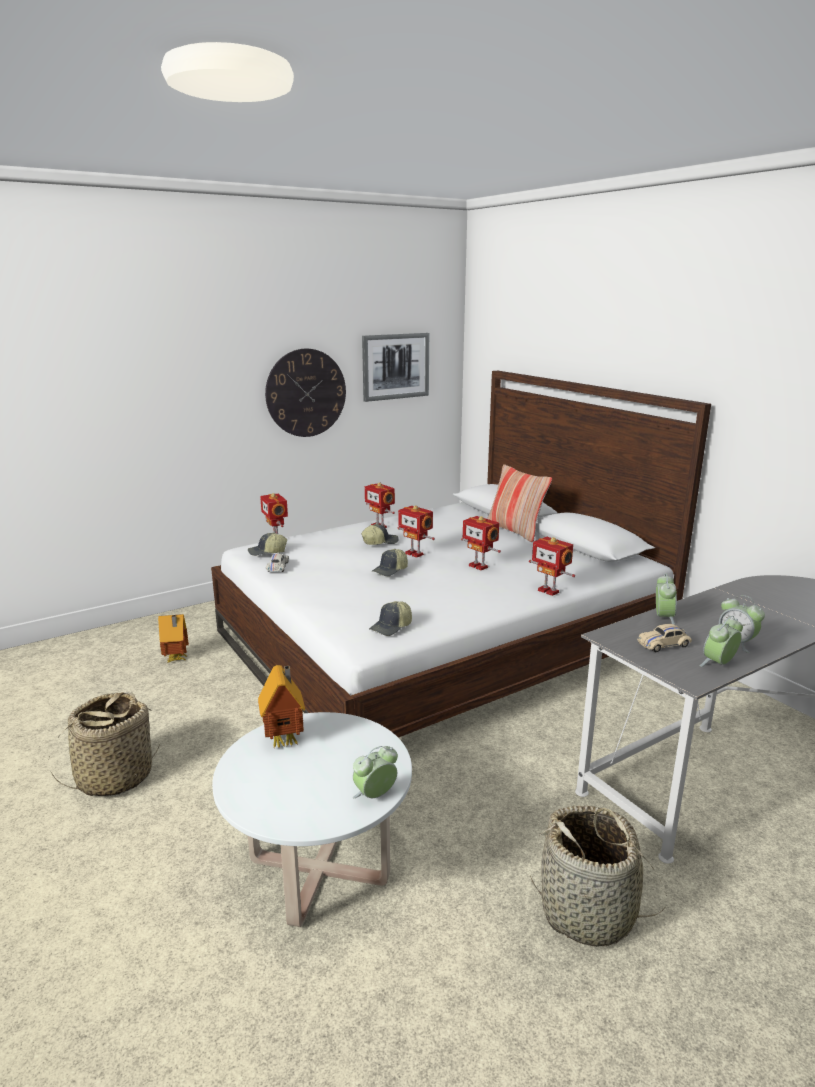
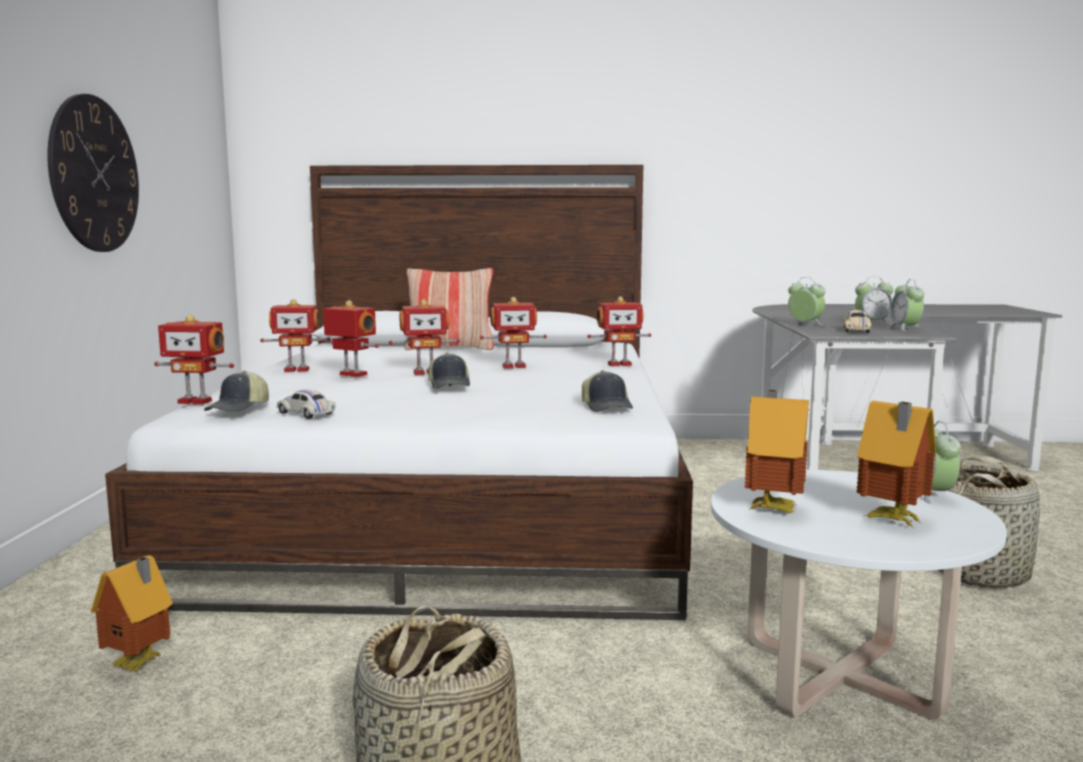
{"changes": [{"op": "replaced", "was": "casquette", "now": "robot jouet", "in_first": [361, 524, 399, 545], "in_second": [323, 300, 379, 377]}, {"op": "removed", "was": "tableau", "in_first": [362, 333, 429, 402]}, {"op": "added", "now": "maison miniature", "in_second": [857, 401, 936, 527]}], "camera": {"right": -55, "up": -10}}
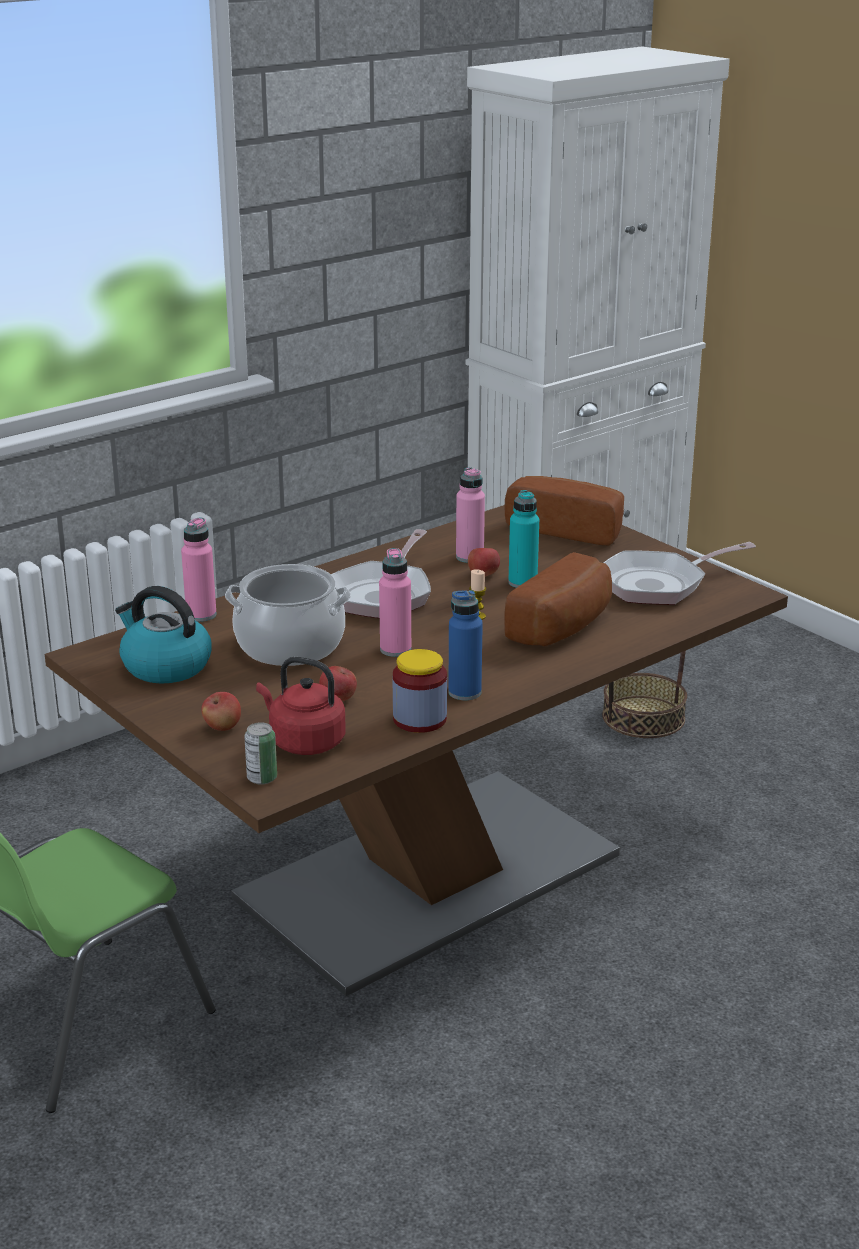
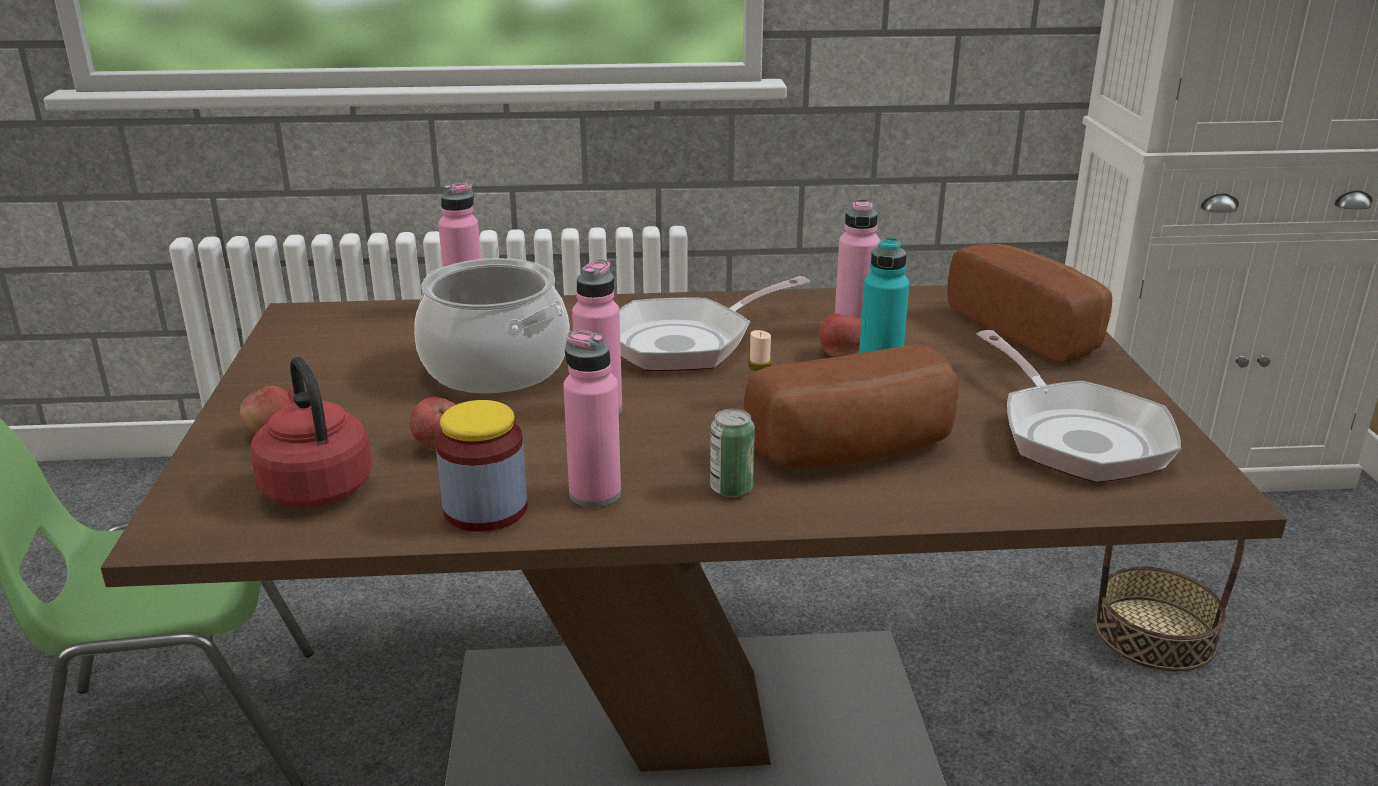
{"changes": [{"op": "removed", "was": "bouilloire", "in_first": [115, 586, 212, 684]}, {"op": "moved", "was": "boîte métallique", "in_first": [244, 722, 277, 785], "in_second": [710, 409, 755, 497]}, {"op": "recoloured", "was": "bouteille (bleu)", "now": "bouteille (rose)", "in_first": [448, 590, 483, 700], "in_second": [563, 330, 621, 508]}, {"op": "turned", "was": "poêle", "in_first": [603, 542, 756, 605], "in_second": [976, 330, 1181, 482], "clockwise": -120}], "camera": {"right": 35, "up": 0}}
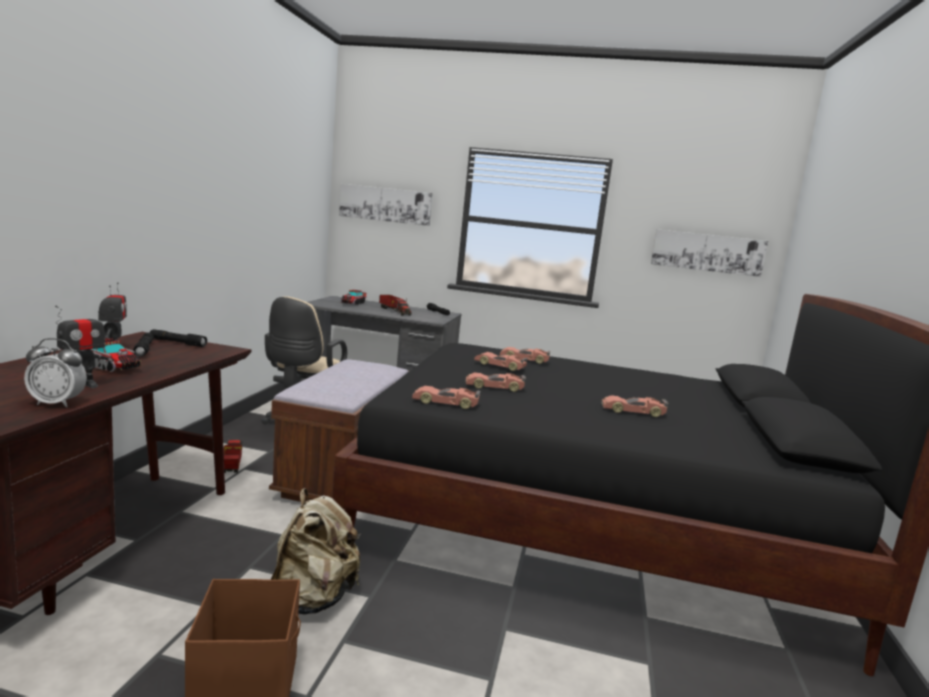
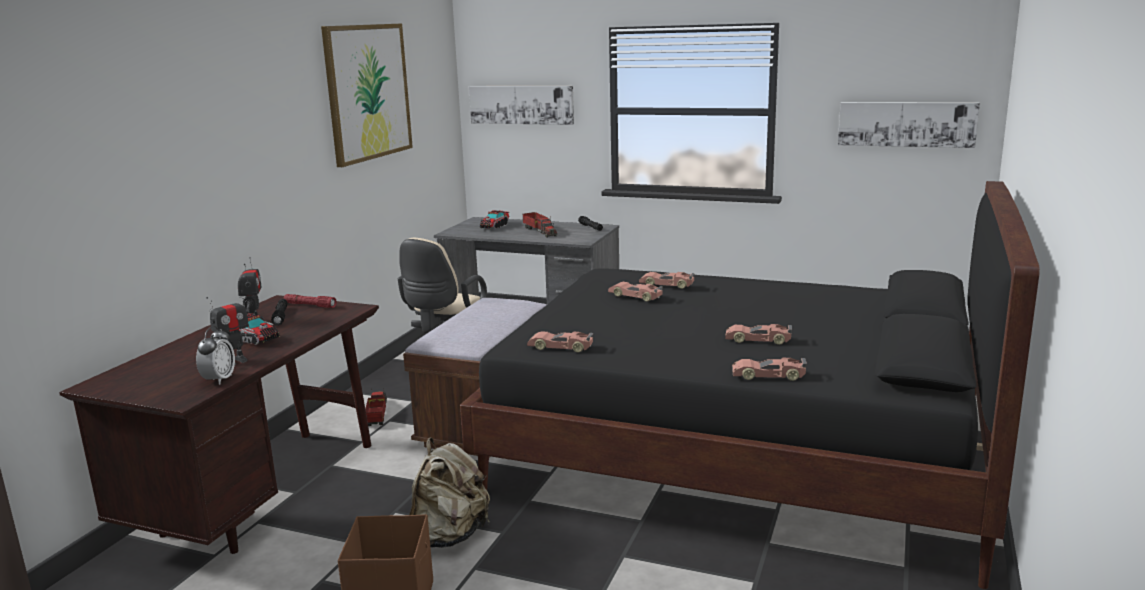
{"changes": [{"op": "turned", "was": "réveil", "in_first": [24, 338, 87, 407], "in_second": [196, 326, 235, 385], "clockwise": -90}, {"op": "recoloured", "was": "lampe de poche (noir)", "now": "lampe de poche (rouge)", "in_first": [150, 329, 207, 347], "in_second": [284, 294, 337, 308]}, {"op": "moved", "was": "petite voiture", "in_first": [466, 373, 526, 392], "in_second": [732, 358, 807, 381]}, {"op": "added", "now": "tableau", "in_second": [321, 24, 413, 167]}], "camera": {"right": 10, "up": 5}}
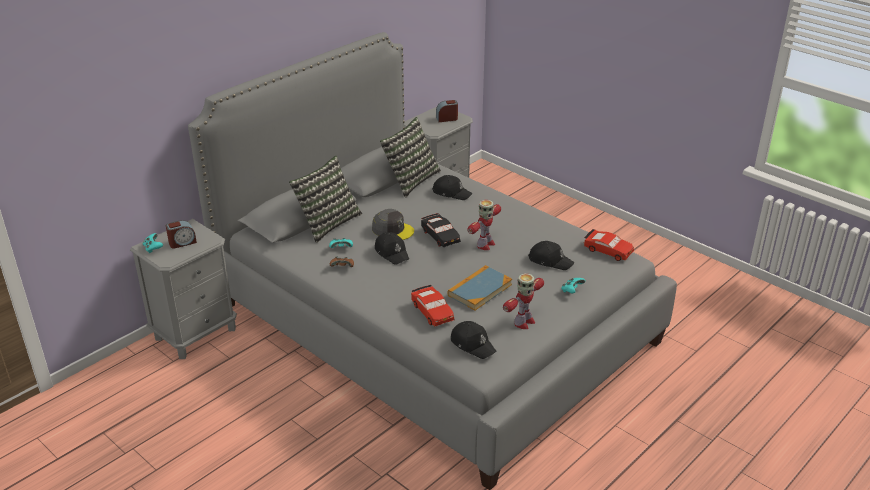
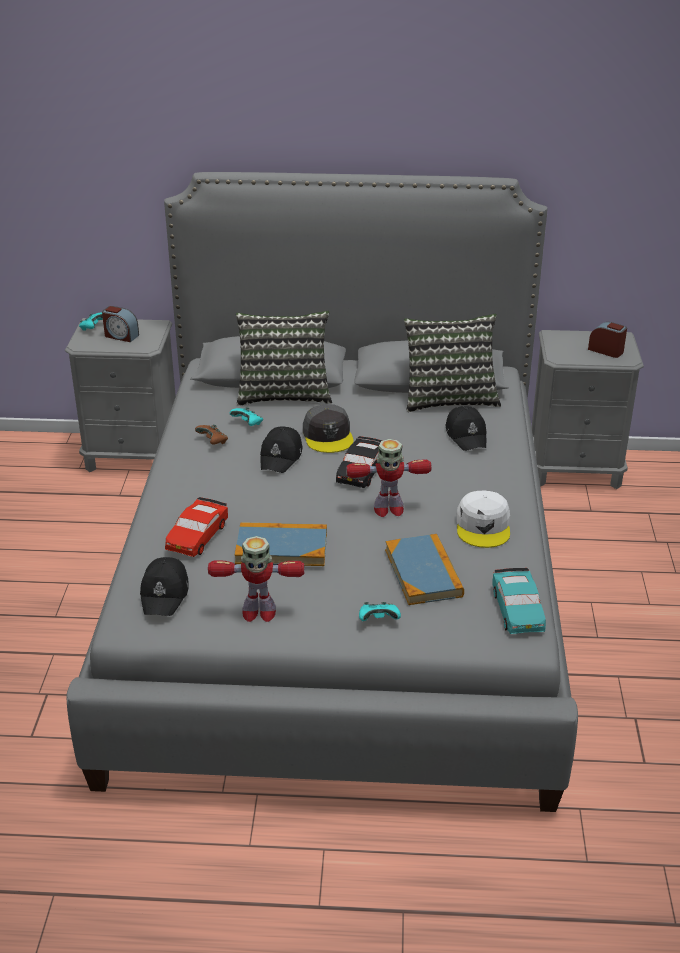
{"changes": [{"op": "replaced", "was": "casquette (noir)", "now": "livre", "in_first": [528, 241, 575, 270], "in_second": [385, 534, 464, 605]}, {"op": "recoloured", "was": "petite voiture (rouge)", "now": "petite voiture (turquoise)", "in_first": [584, 229, 634, 261], "in_second": [492, 568, 546, 634]}, {"op": "added", "now": "casquette (blanc)", "in_second": [457, 491, 510, 548]}], "camera": {"right": 50, "up": 0}}
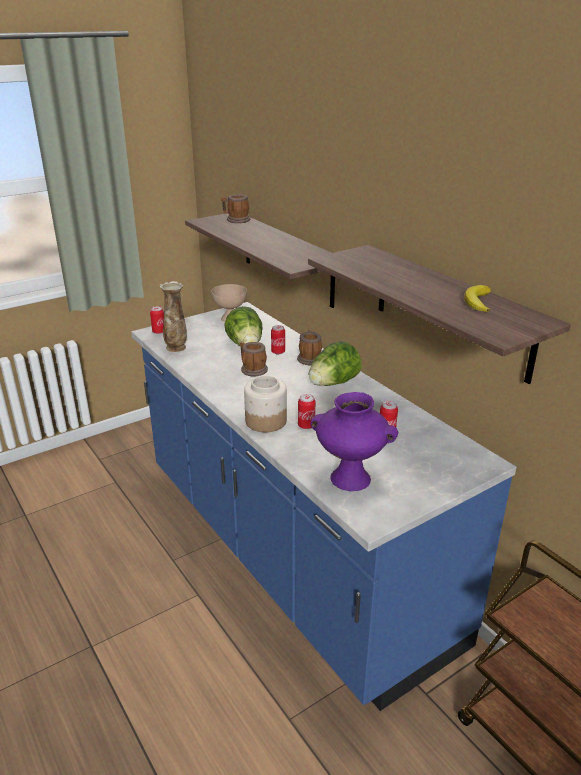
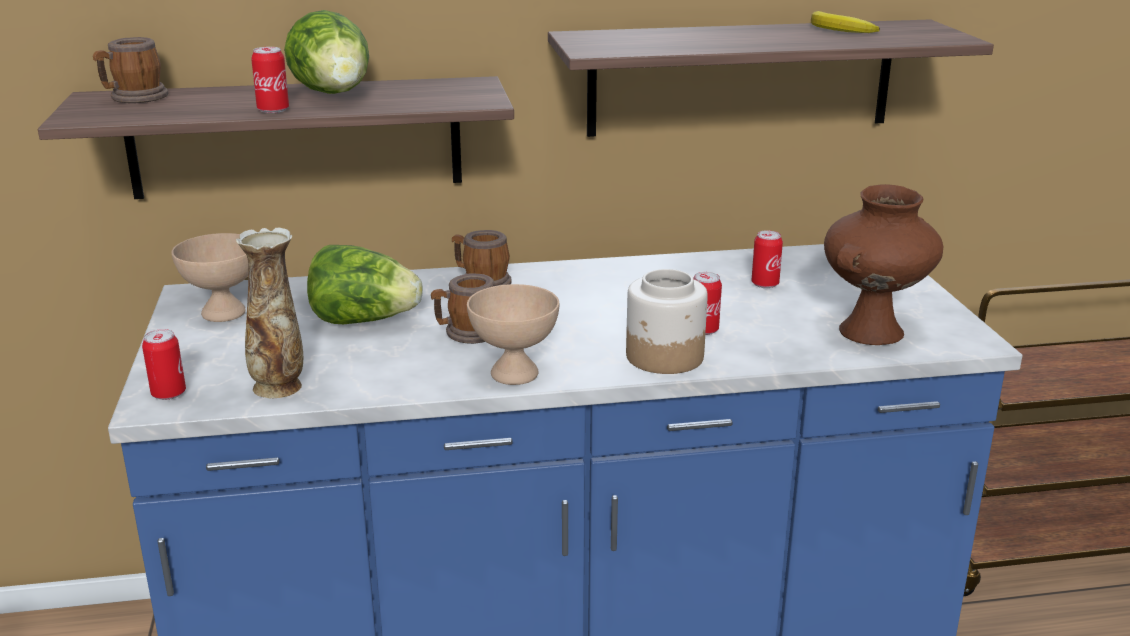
{"changes": [{"op": "moved", "was": "boîte métallique", "in_first": [271, 325, 285, 354], "in_second": [251, 47, 289, 113]}, {"op": "moved", "was": "laitue", "in_first": [309, 341, 361, 386], "in_second": [284, 10, 369, 94]}, {"op": "recoloured", "was": "vase (violet)", "now": "vase (marron)", "in_first": [310, 392, 399, 491], "in_second": [824, 184, 943, 345]}, {"op": "added", "now": "bol (beige)", "in_second": [467, 284, 559, 385]}], "camera": {"right": -65, "up": -5}}
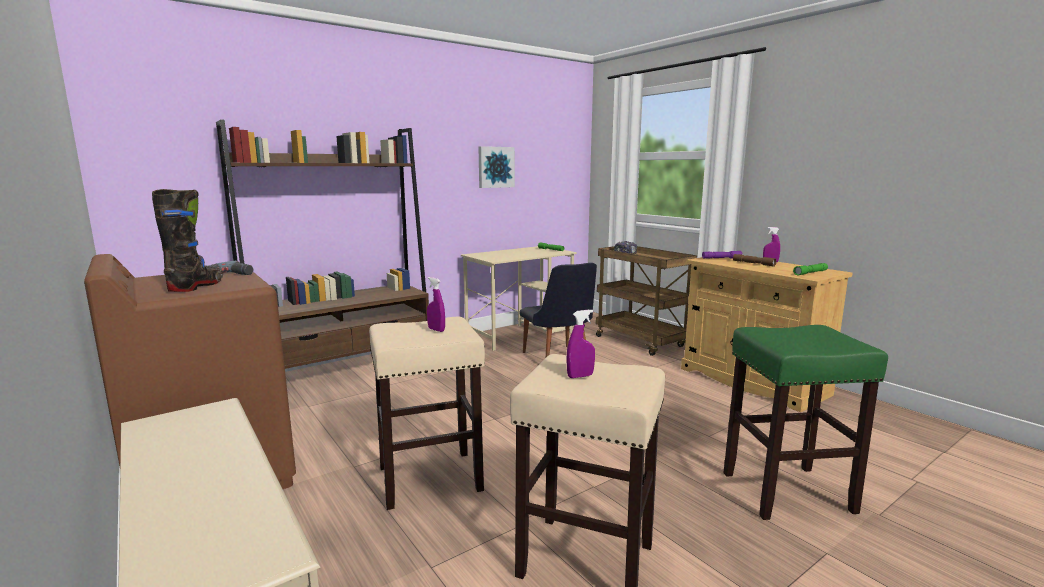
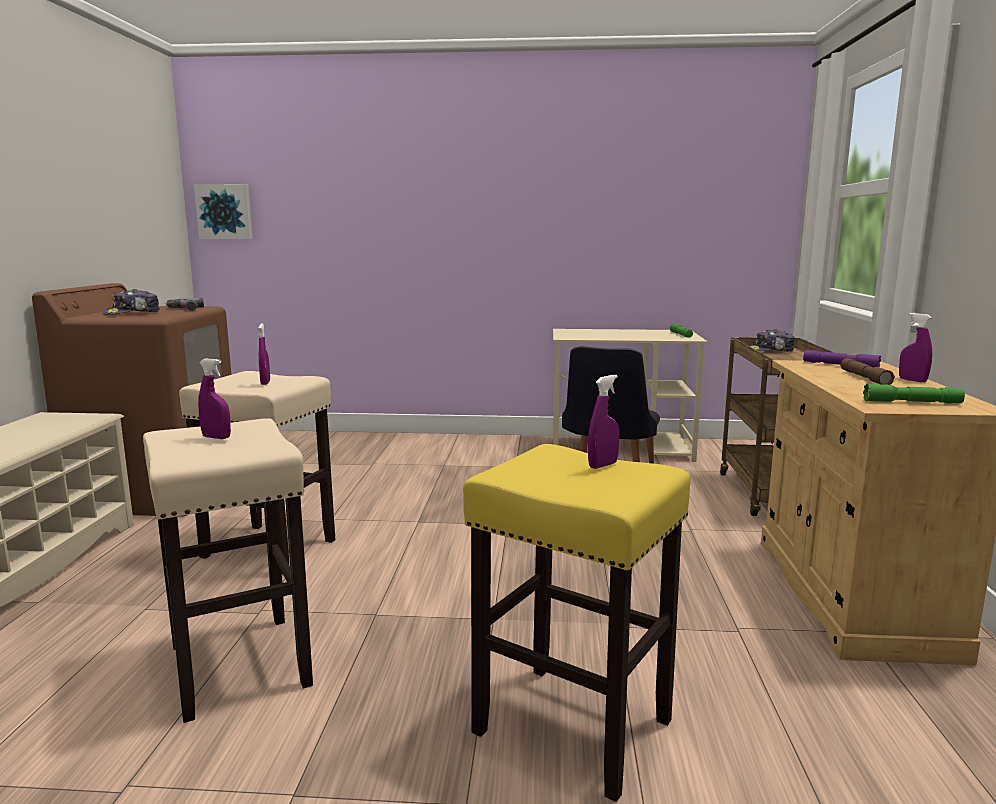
{"changes": [{"op": "replaced", "was": "botte (noir)", "now": "casquette", "in_first": [152, 189, 223, 292], "in_second": [102, 289, 160, 315]}, {"op": "removed", "was": "bibliothèque (marron)", "in_first": [216, 119, 429, 369]}, {"op": "moved", "was": "tableau", "in_first": [479, 146, 515, 188], "in_second": [194, 184, 253, 239]}, {"op": "recoloured", "was": "tabouret (vert)", "now": "tabouret (jaune)", "in_first": [723, 325, 888, 520], "in_second": [463, 444, 690, 802]}, {"op": "added", "now": "vaporisateur (violet)", "in_second": [588, 375, 619, 469]}], "camera": {"right": 40, "up": 0}}
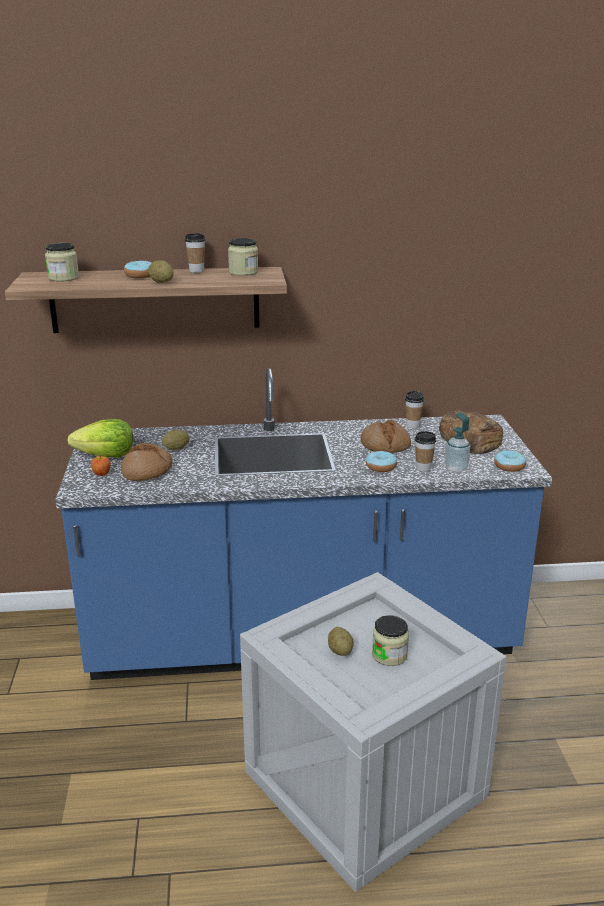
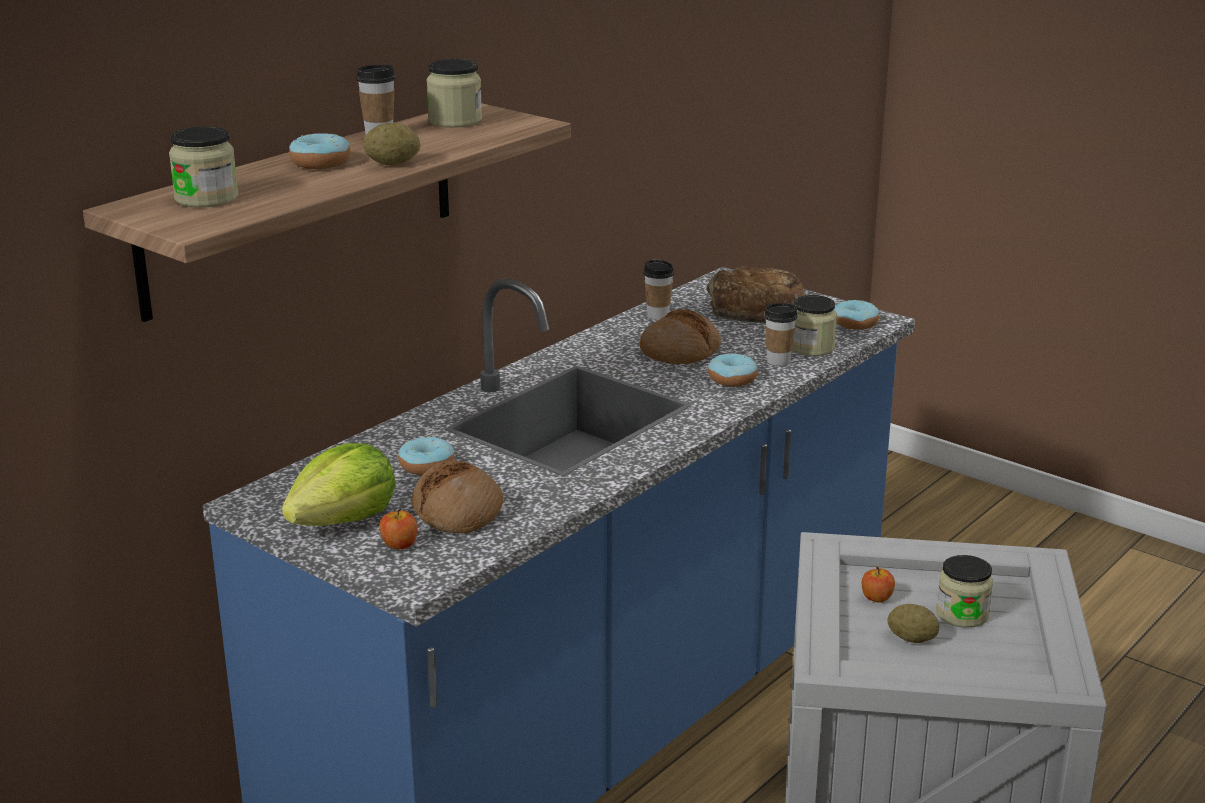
{"changes": [{"op": "replaced", "was": "pomme de terre", "now": "beignet", "in_first": [162, 429, 189, 450], "in_second": [398, 436, 454, 475]}, {"op": "replaced", "was": "distributeur de savon", "now": "bocal", "in_first": [445, 412, 470, 473], "in_second": [792, 295, 837, 356]}, {"op": "added", "now": "pomme", "in_second": [862, 566, 895, 603]}], "camera": {"right": -45, "up": 0}}
